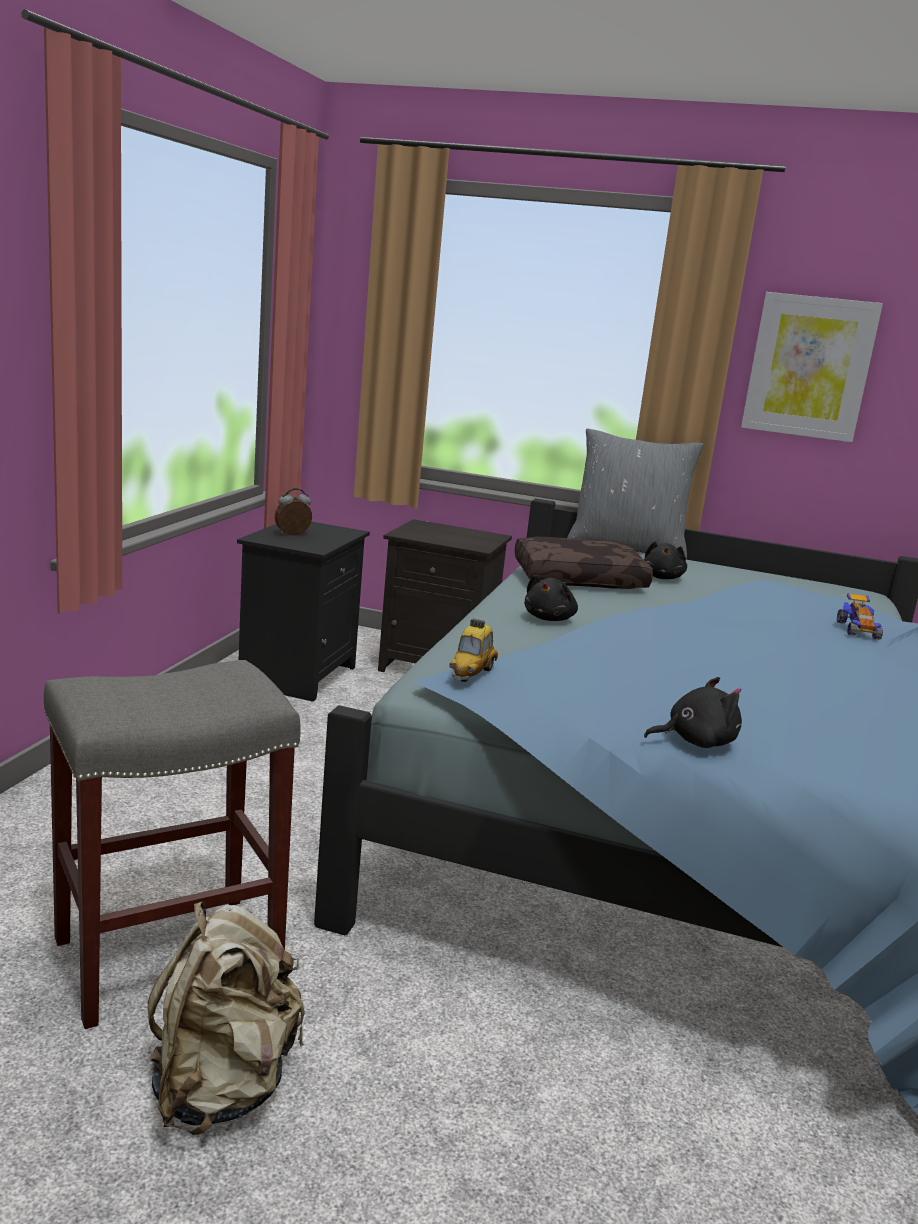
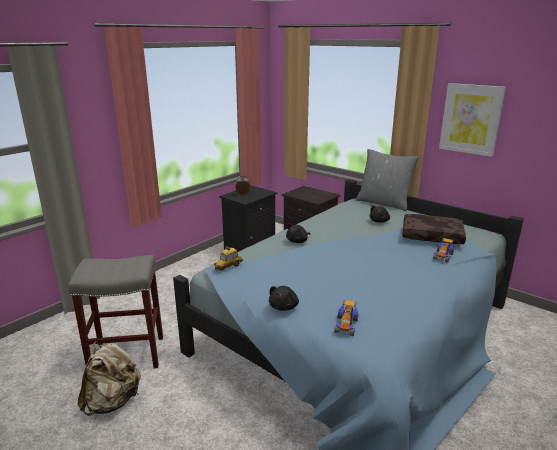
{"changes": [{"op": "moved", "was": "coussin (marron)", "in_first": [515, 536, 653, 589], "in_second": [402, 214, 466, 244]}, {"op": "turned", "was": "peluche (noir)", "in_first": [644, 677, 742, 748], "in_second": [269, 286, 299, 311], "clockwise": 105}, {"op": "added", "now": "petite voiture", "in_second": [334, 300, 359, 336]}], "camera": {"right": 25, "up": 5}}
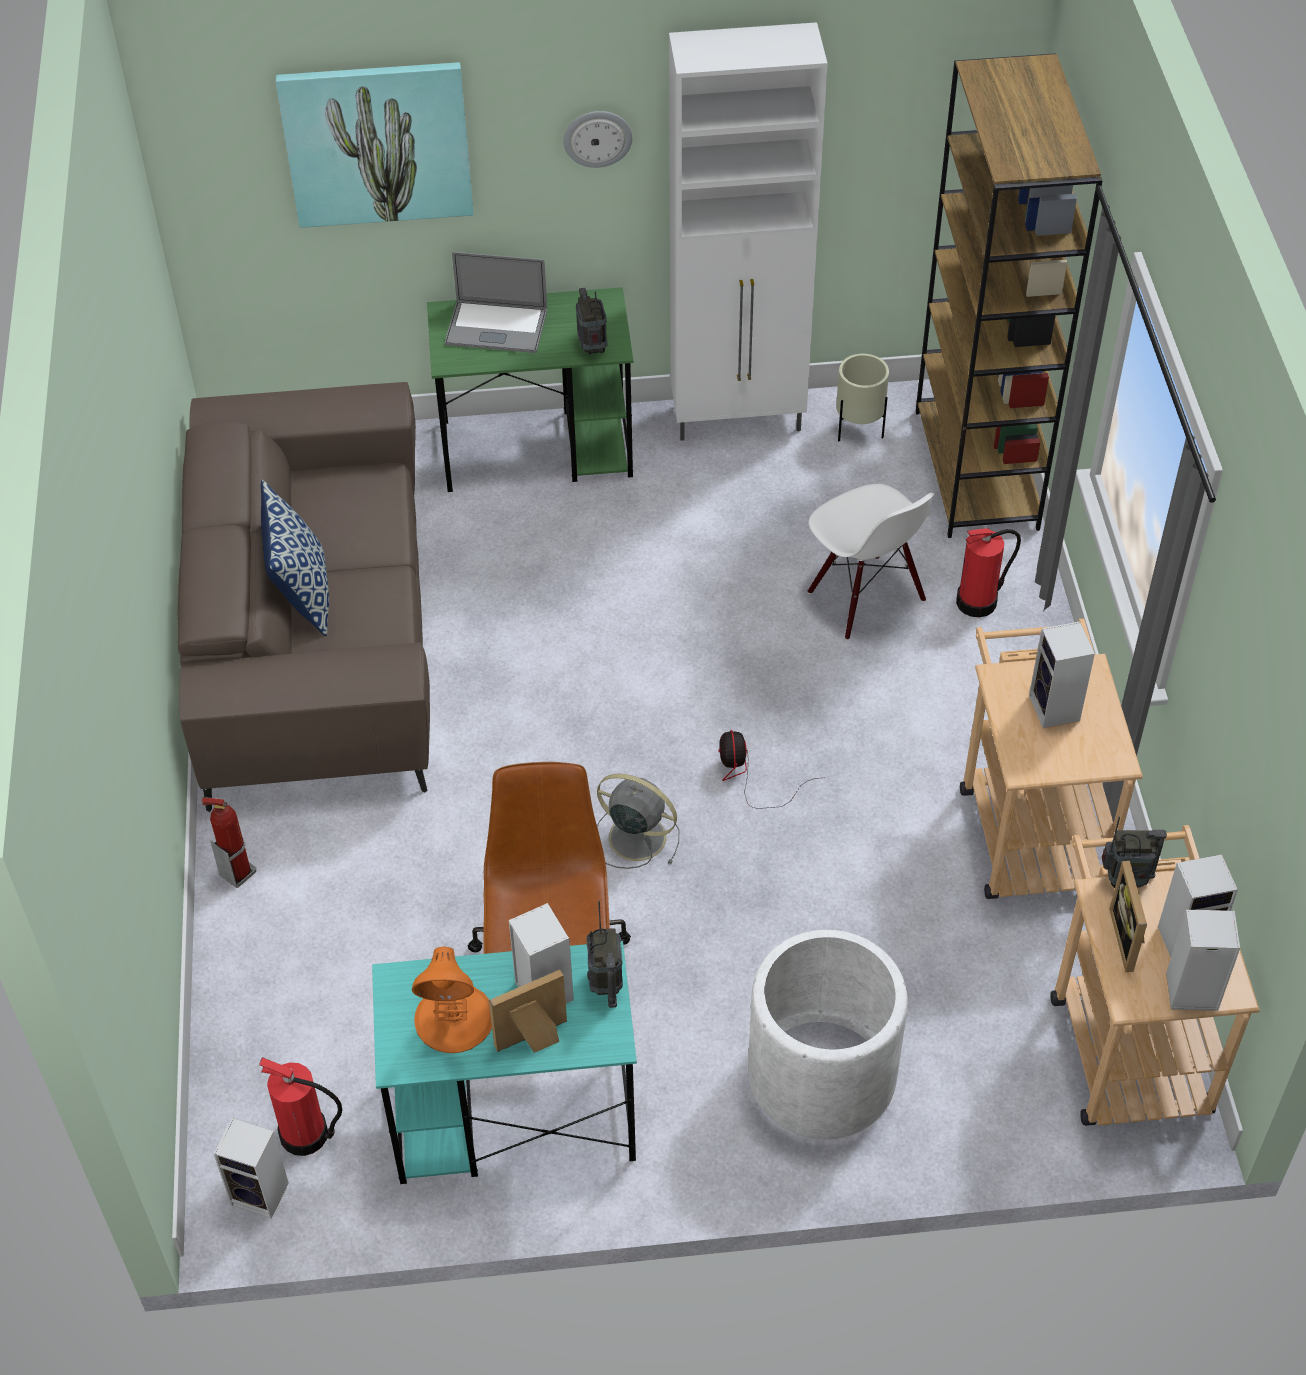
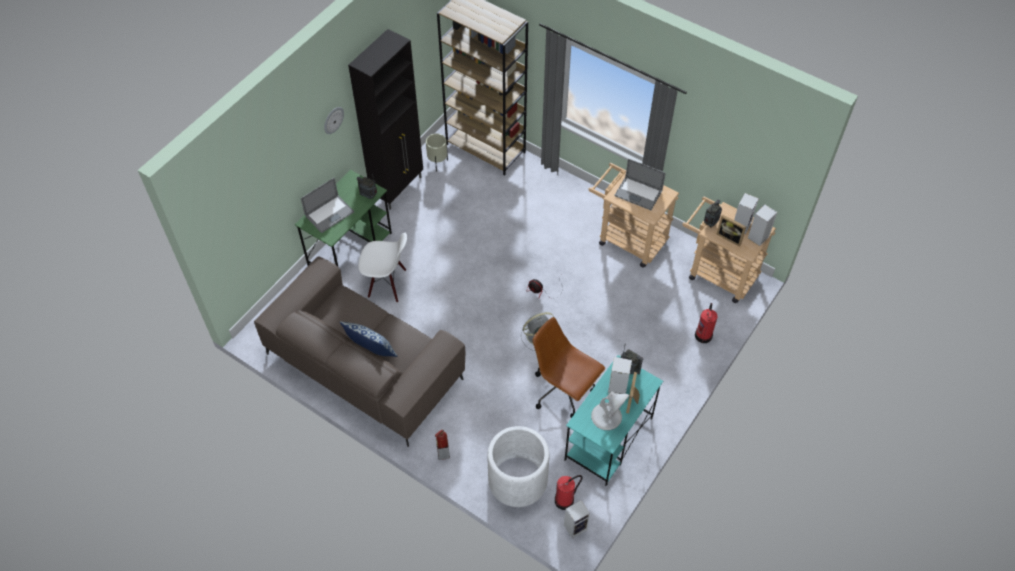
{"changes": [{"op": "removed", "was": "tableau", "in_first": [276, 62, 474, 228]}, {"op": "recoloured", "was": "lampe de table (orange)", "now": "lampe de table (blanc)", "in_first": [412, 946, 492, 1053], "in_second": [591, 391, 629, 430]}, {"op": "recoloured", "was": "meuble de rangement (blanc)", "now": "meuble de rangement (noir)", "in_first": [669, 22, 828, 441], "in_second": [348, 29, 423, 210]}, {"op": "moved", "was": "cache-pot (blanc)", "in_first": [748, 930, 908, 1139], "in_second": [487, 426, 549, 507]}, {"op": "moved", "was": "chaise (blanc)", "in_first": [808, 484, 935, 640], "in_second": [358, 233, 407, 303]}, {"op": "moved", "was": "extincteur", "in_first": [956, 528, 1021, 617], "in_second": [695, 303, 718, 343]}, {"op": "replaced", "was": "enceinte", "now": "ordinateur portable", "in_first": [1029, 621, 1095, 728], "in_second": [614, 159, 666, 210]}], "camera": {"right": -50, "up": 5}}
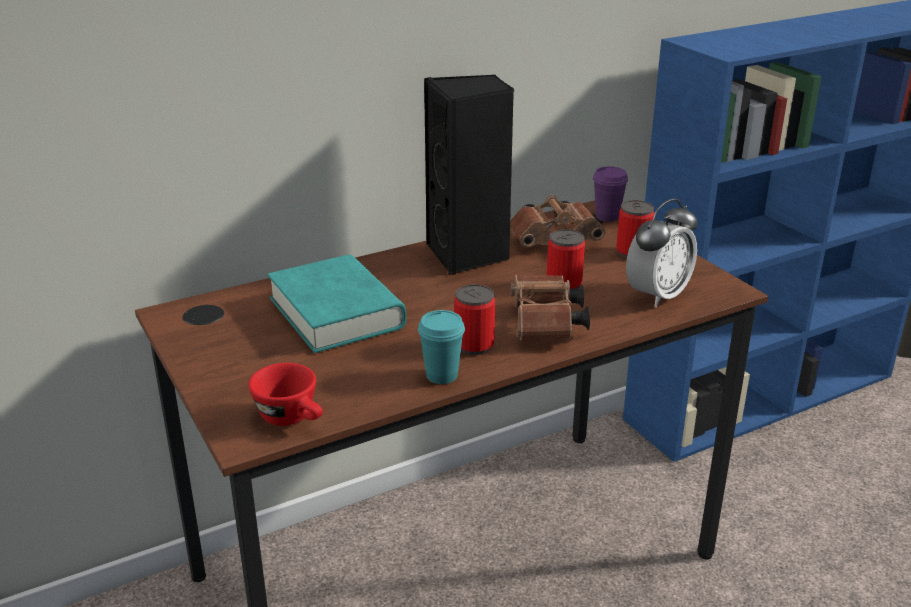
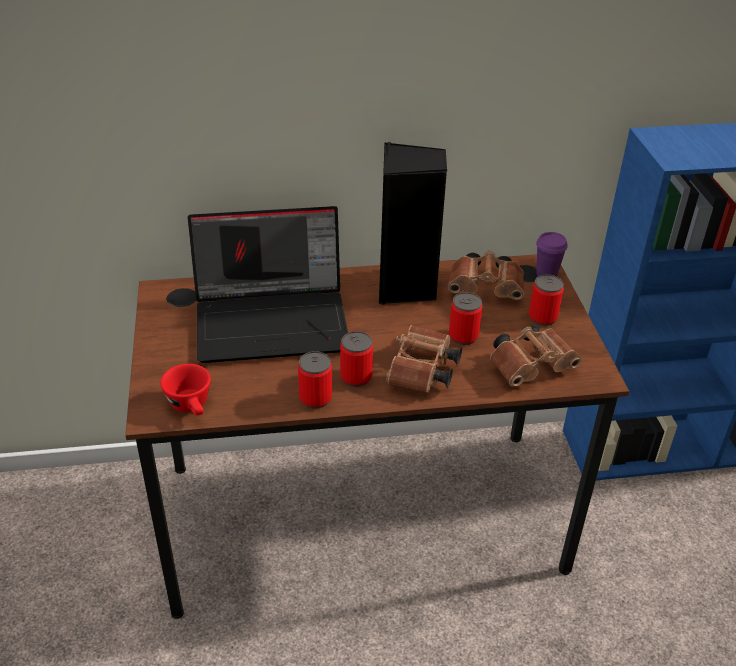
{"changes": [{"op": "replaced", "was": "livre (turquoise)", "now": "ordinateur portable", "in_first": [267, 255, 406, 353], "in_second": [188, 206, 348, 363]}, {"op": "replaced", "was": "tasse (turquoise)", "now": "boîte métallique", "in_first": [418, 310, 465, 384], "in_second": [298, 351, 332, 409]}, {"op": "replaced", "was": "réveil", "now": "jumelles (marron)", "in_first": [626, 199, 697, 307], "in_second": [490, 325, 582, 387]}], "camera": {"right": 20, "up": 10}}
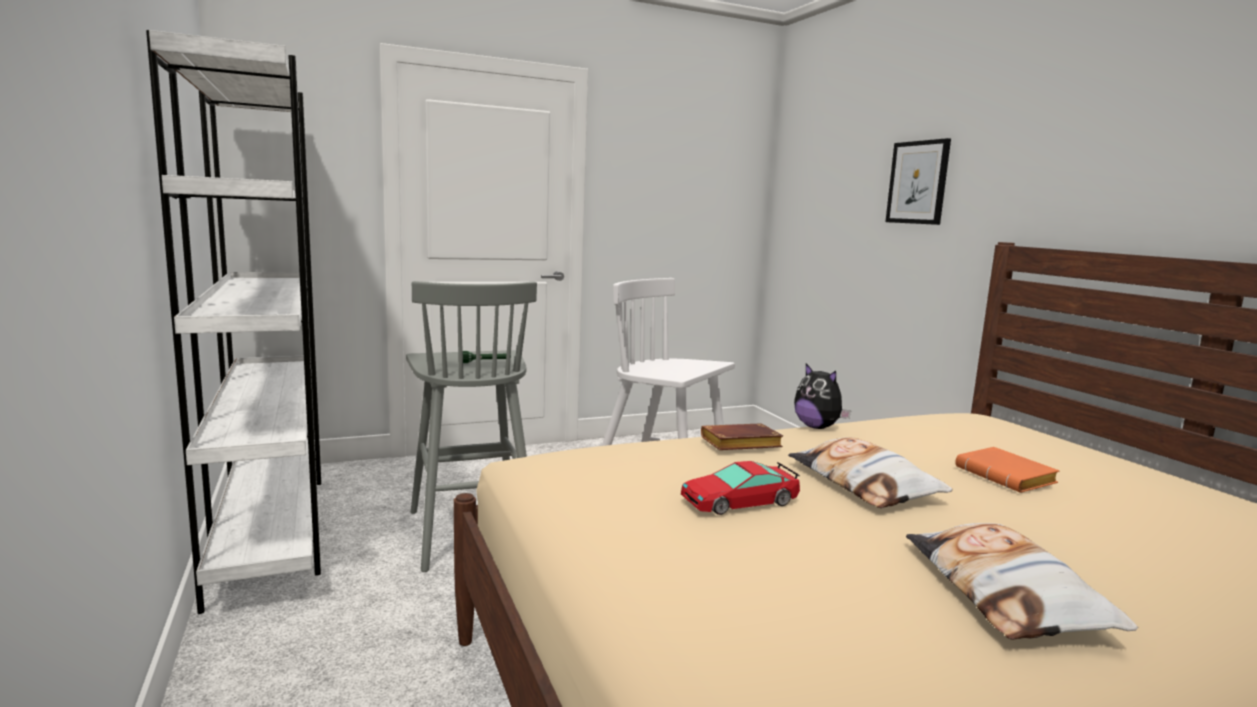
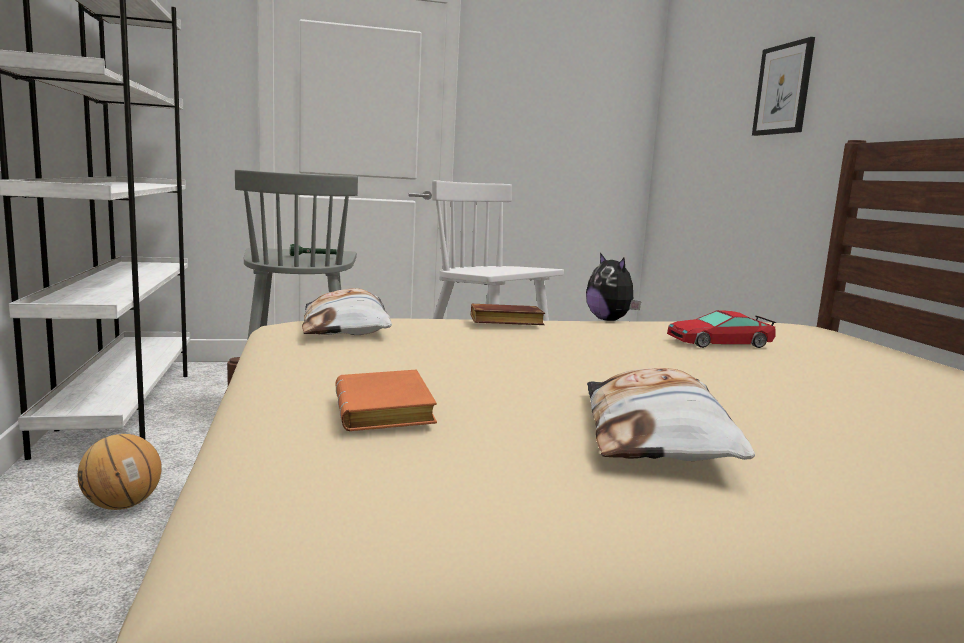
{"changes": [{"op": "moved", "was": "petite voiture", "in_first": [681, 461, 800, 515], "in_second": [667, 310, 776, 348]}, {"op": "moved", "was": "coussin", "in_first": [788, 437, 953, 508], "in_second": [302, 288, 392, 335]}, {"op": "moved", "was": "livre (orange)", "in_first": [955, 447, 1059, 493], "in_second": [335, 370, 437, 431]}, {"op": "added", "now": "ballon de basket", "in_second": [78, 434, 162, 510]}], "camera": {"right": 10, "up": 0}}
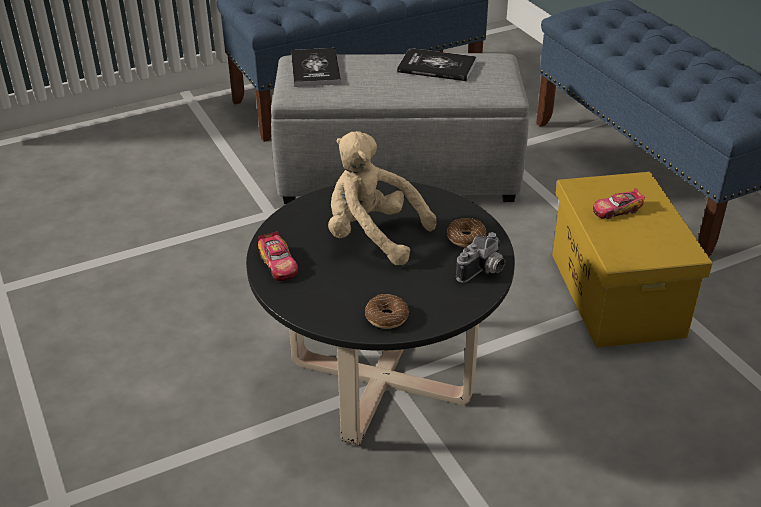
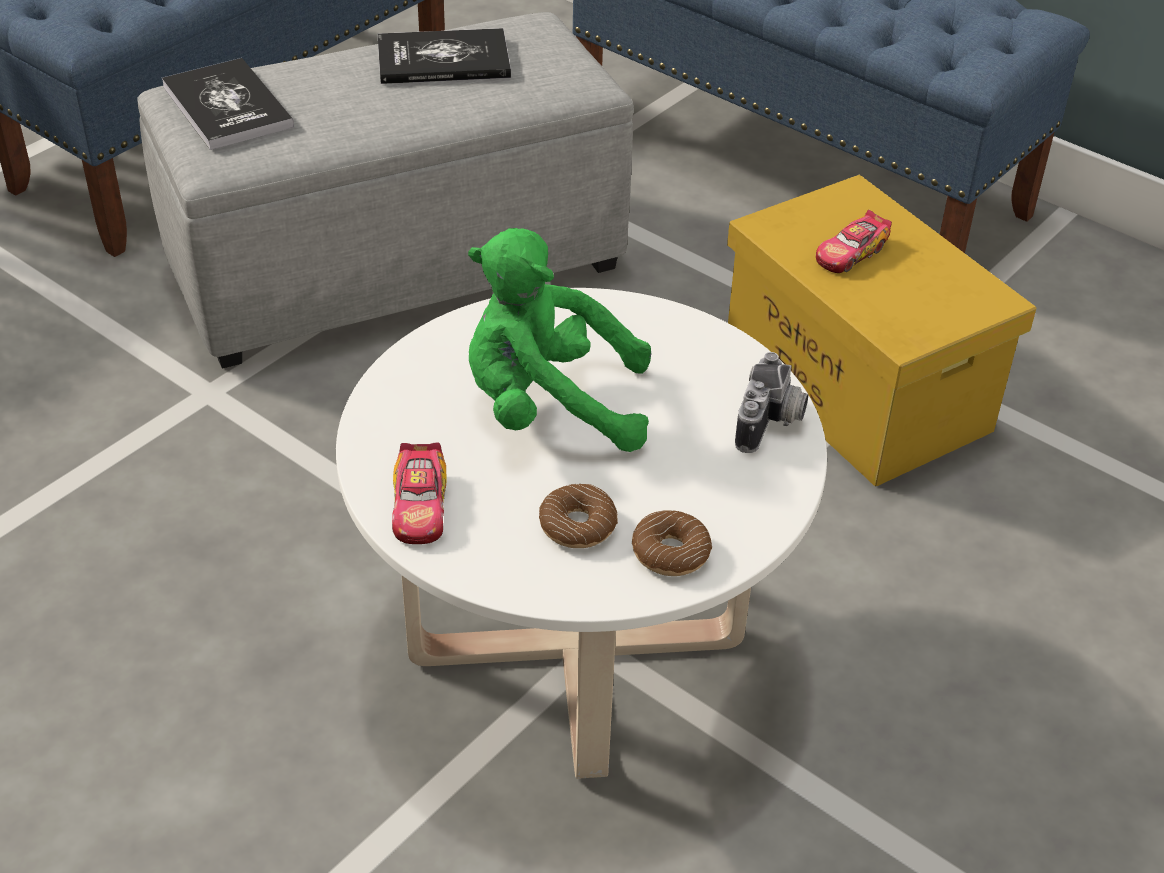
{"changes": [{"op": "recoloured", "was": "table basse (noir)", "now": "table basse (blanc)", "in_first": [246, 181, 515, 445], "in_second": [336, 288, 827, 779]}, {"op": "turned", "was": "petite voiture", "in_first": [258, 231, 298, 281], "in_second": [392, 442, 447, 544], "clockwise": 45}, {"op": "recoloured", "was": "peluche (beige)", "now": "peluche (vert)", "in_first": [328, 131, 436, 265], "in_second": [468, 228, 651, 452]}, {"op": "moved", "was": "beignet", "in_first": [447, 218, 487, 247], "in_second": [539, 484, 618, 548]}], "camera": {"right": -25, "up": 5}}
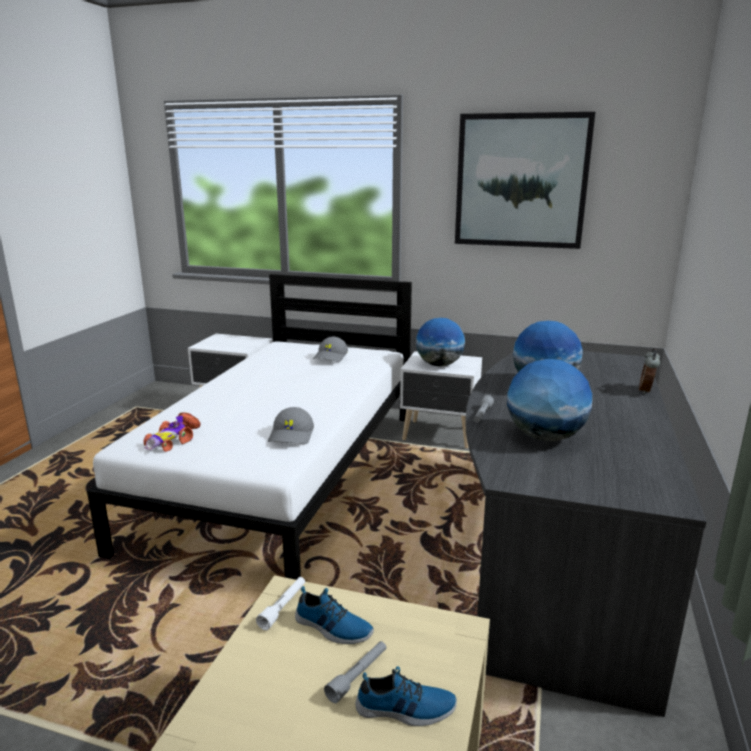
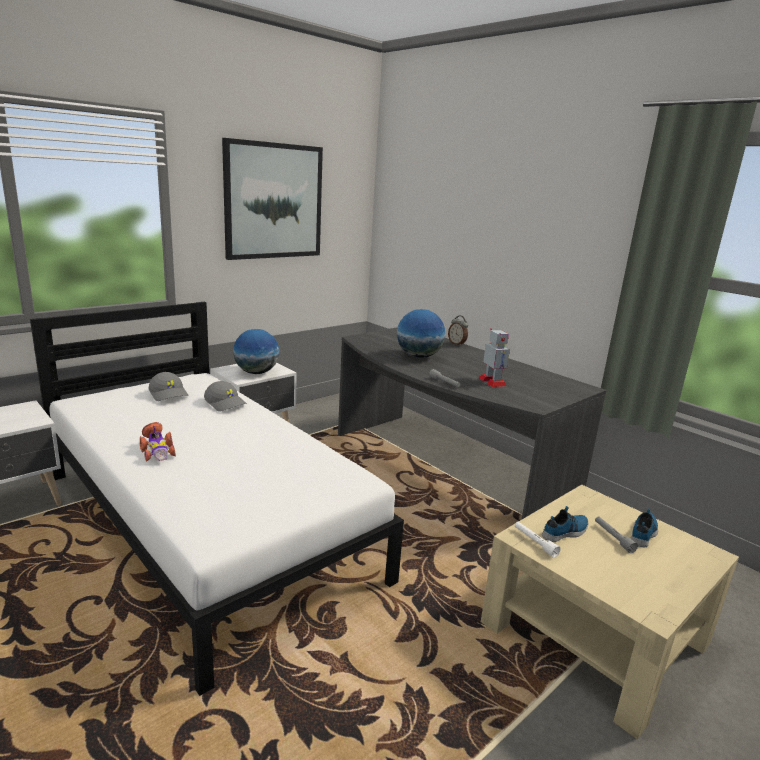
{"changes": [{"op": "moved", "was": "petite voiture", "in_first": [143, 412, 201, 452], "in_second": [140, 422, 176, 462]}, {"op": "moved", "was": "casquette (gris)", "in_first": [268, 407, 314, 444], "in_second": [204, 381, 247, 412]}, {"op": "replaced", "was": "globe", "now": "robot jouet", "in_first": [507, 359, 592, 441], "in_second": [479, 328, 510, 387]}], "camera": {"right": -60, "up": 0}}
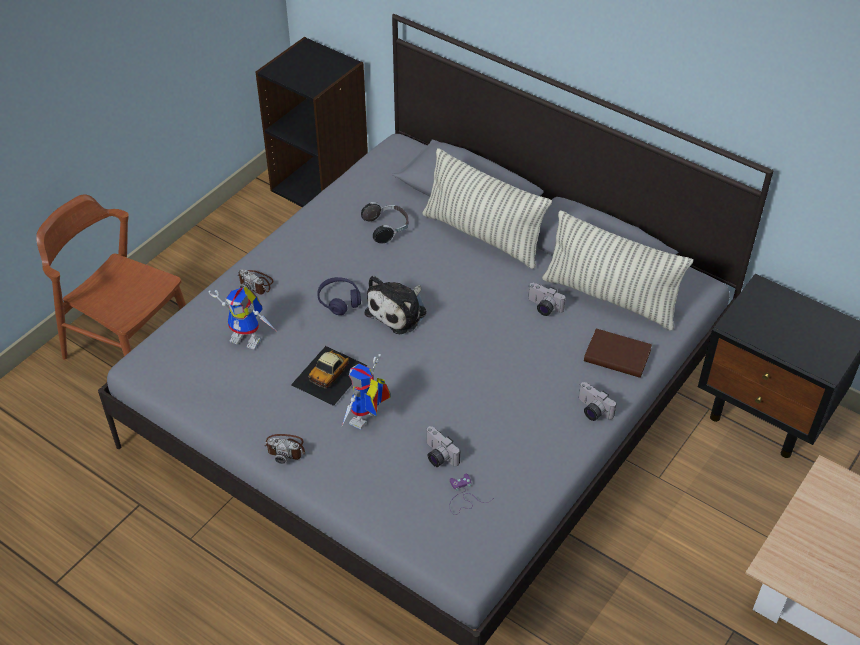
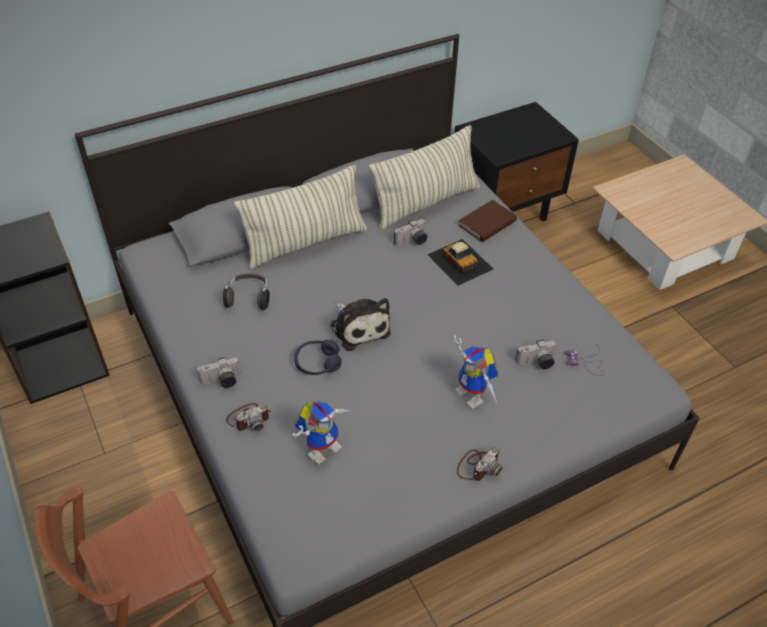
{"changes": [{"op": "moved", "was": "petite voiture", "in_first": [291, 346, 368, 406], "in_second": [427, 239, 493, 286]}, {"op": "moved", "was": "appareil photo", "in_first": [579, 382, 616, 421], "in_second": [197, 357, 240, 388]}], "camera": {"right": -65, "up": 0}}
